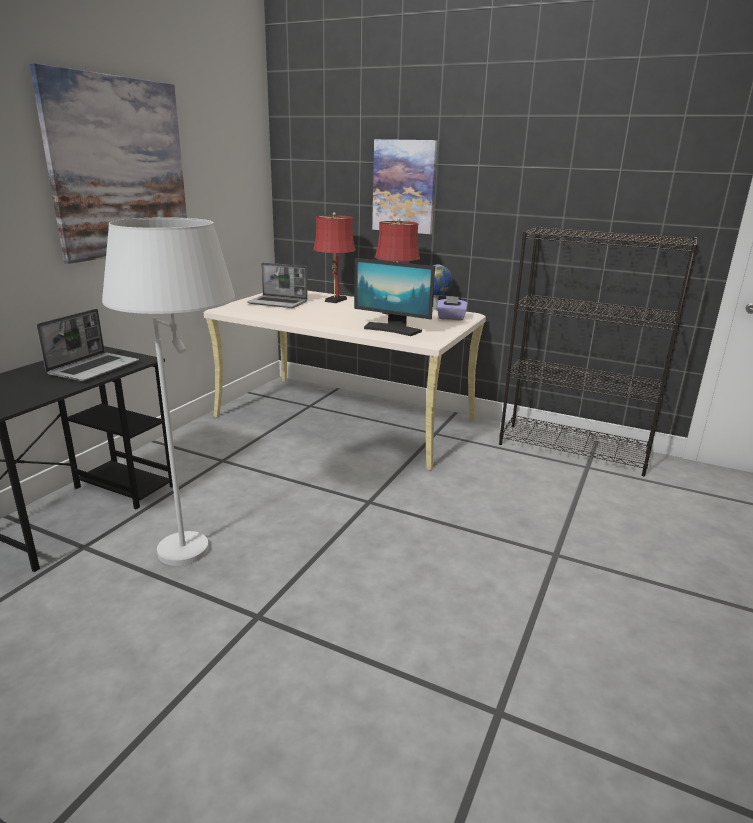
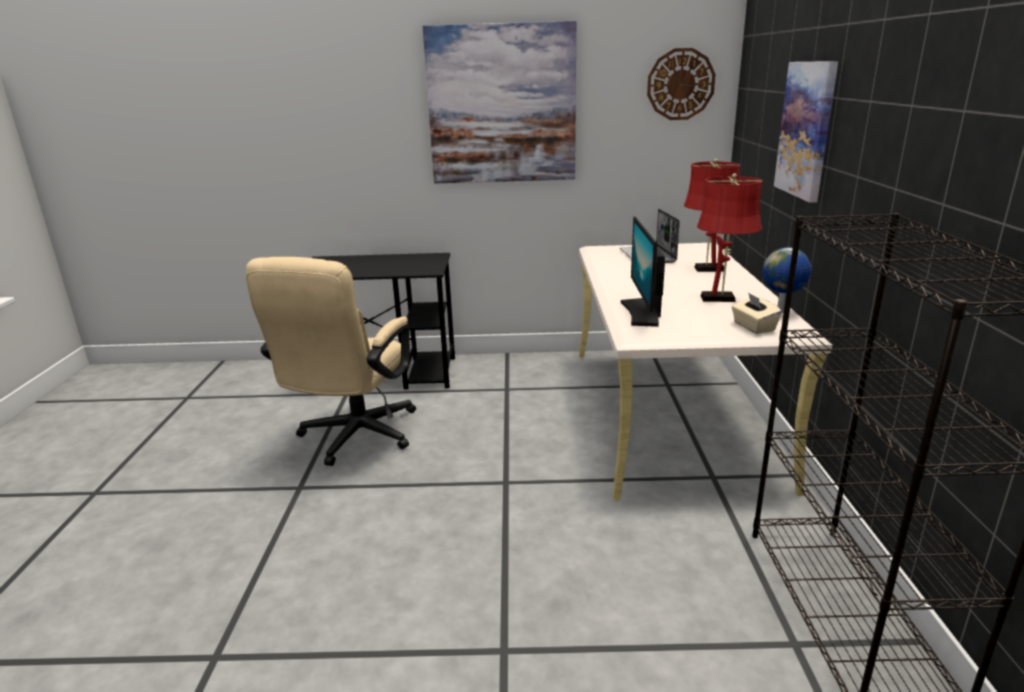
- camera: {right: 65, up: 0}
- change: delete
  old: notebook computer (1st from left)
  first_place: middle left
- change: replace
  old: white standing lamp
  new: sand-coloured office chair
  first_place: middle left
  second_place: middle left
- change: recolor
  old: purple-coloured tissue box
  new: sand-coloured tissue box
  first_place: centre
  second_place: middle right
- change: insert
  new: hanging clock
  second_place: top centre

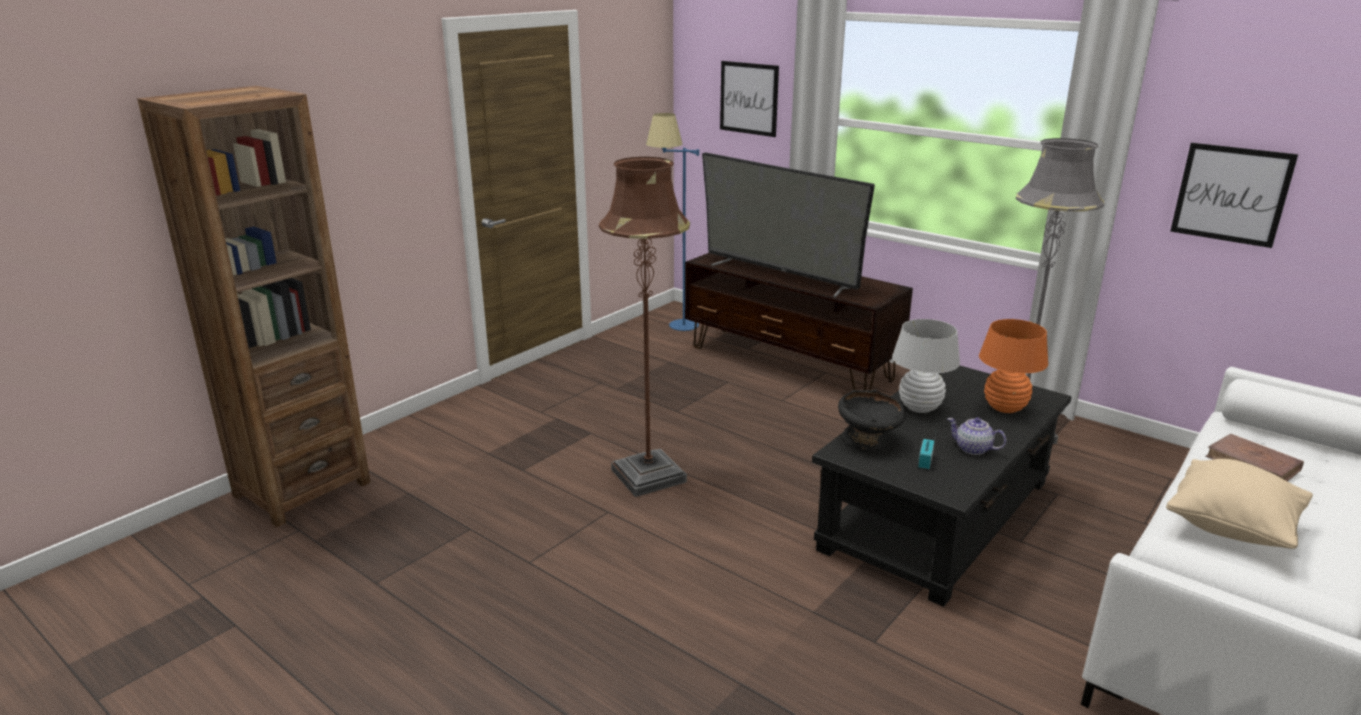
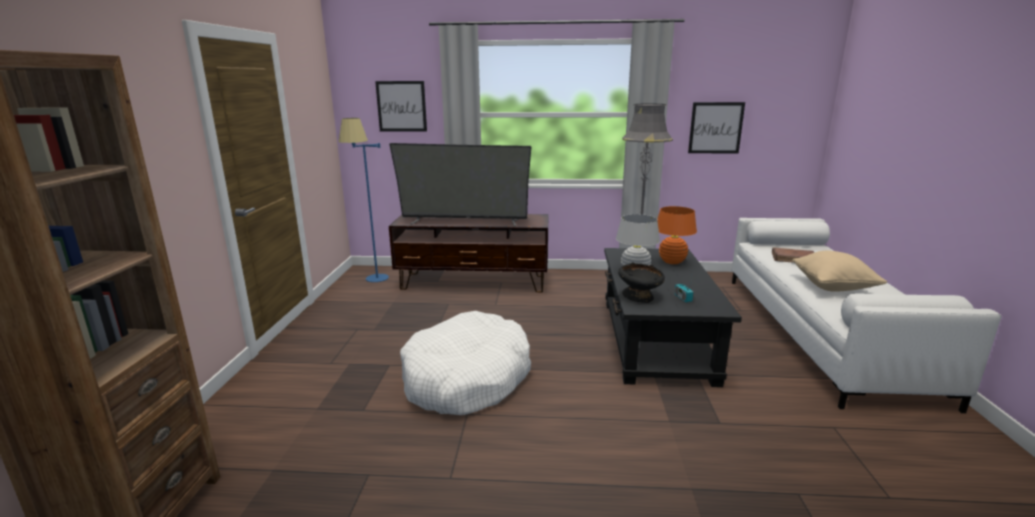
- camera: {right: -35, up: -5}
- change: replace
  old: brownish standing lamp
  new: white dog bed
  first_place: centre
  second_place: bottom centre
- change: delete
  old: teapot
  first_place: middle right

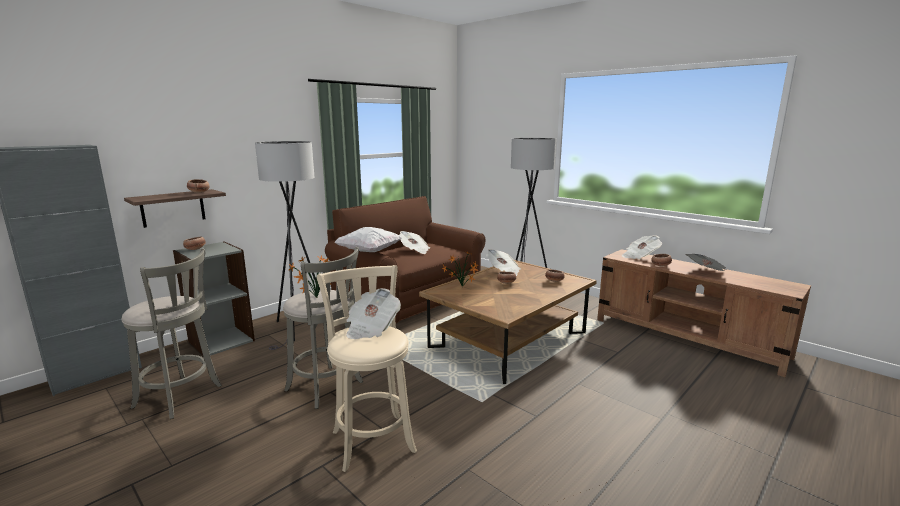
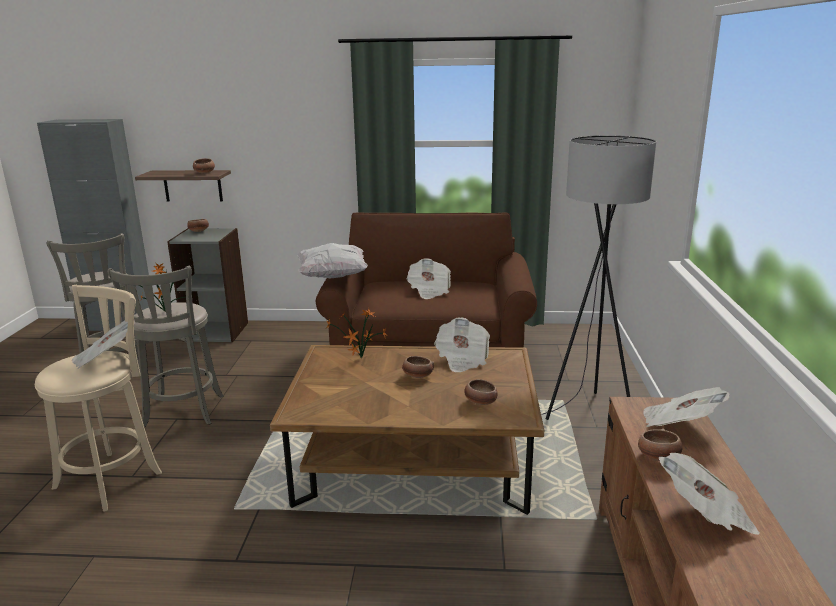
- camera: {right: 50, up: 5}
- change: delete
  old: grey standing lamp (1st from left)
  first_place: middle left

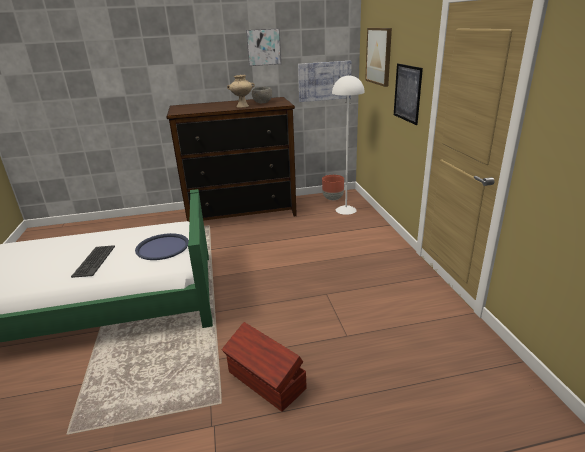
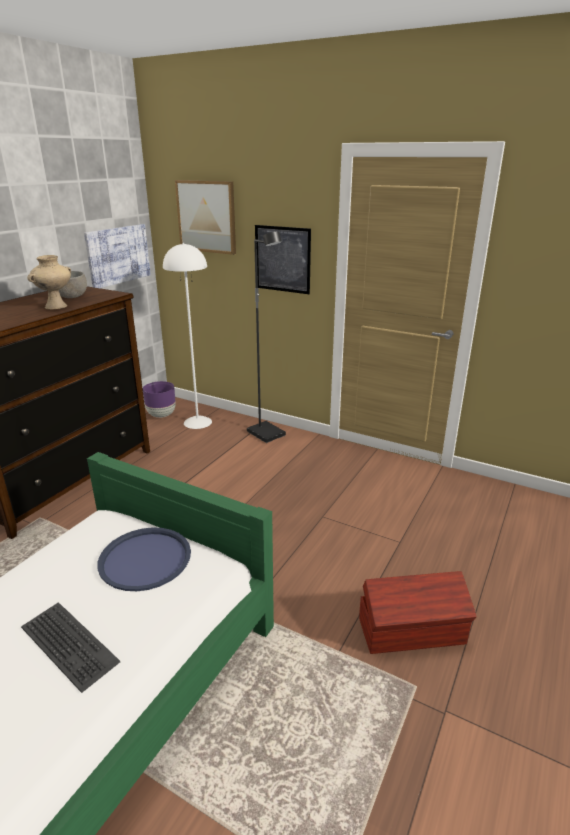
- camera: {right: -50, up: 0}
- change: delete
  old: wall art (1st from left)
  first_place: top centre
- change: recolor
  old: brownish flower pot
  new: purple-coloured flower pot
  first_place: centre
  second_place: middle left
- change: insert
  new: black standing lamp
  second_place: centre

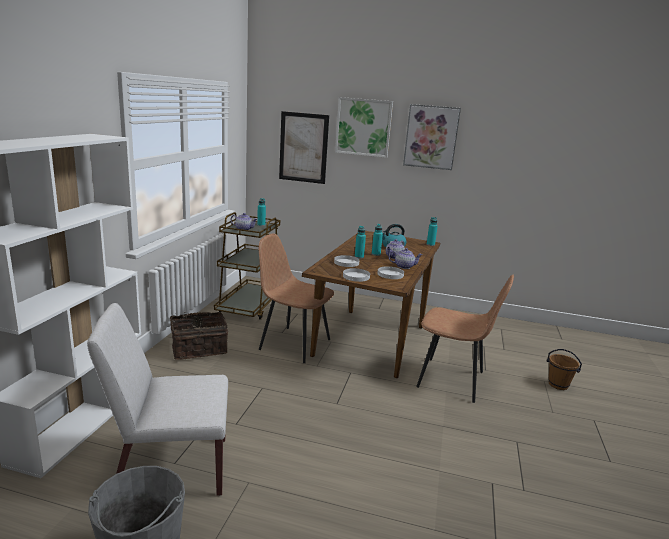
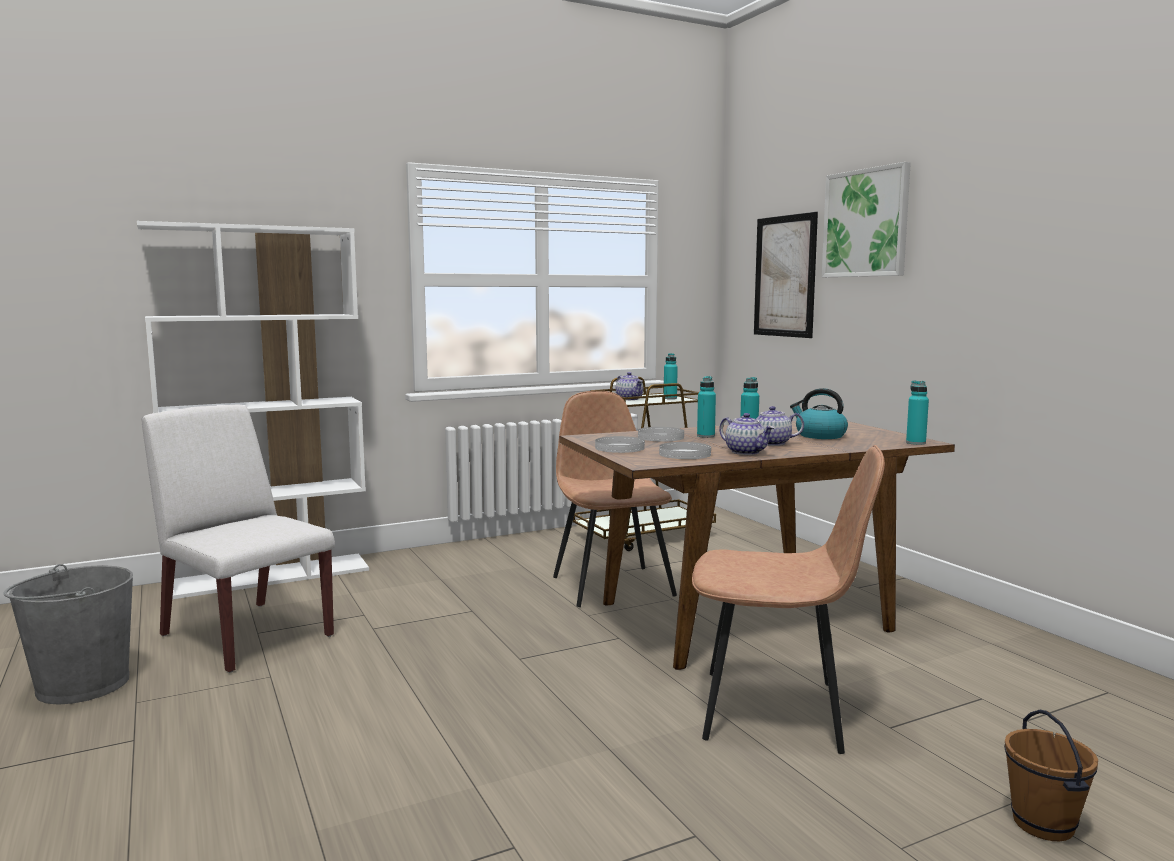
- camera: {right: 50, up: -10}
- change: delete
  old: household basket
  first_place: middle left
- change: delete
  old: wall art (3rd from left)
  first_place: top centre
- change: rotate
  old: brownish plain chair (2nd from left)
  first_place: middle right
  second_place: bottom right
  degrees: -60

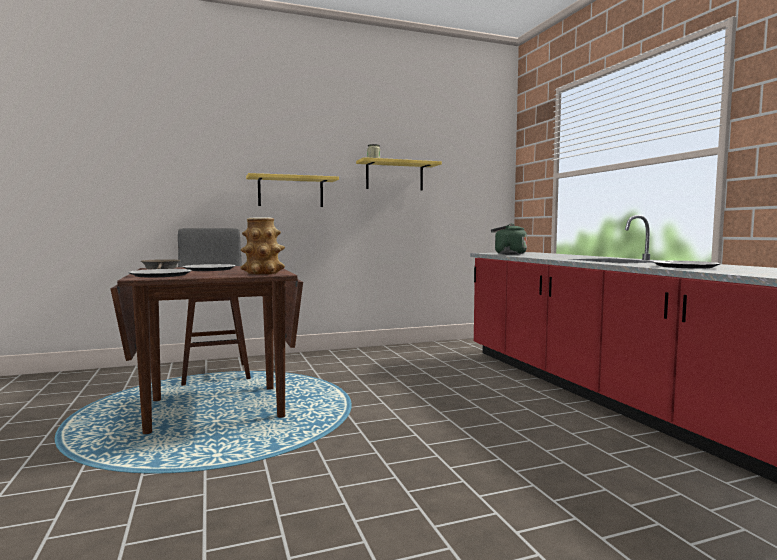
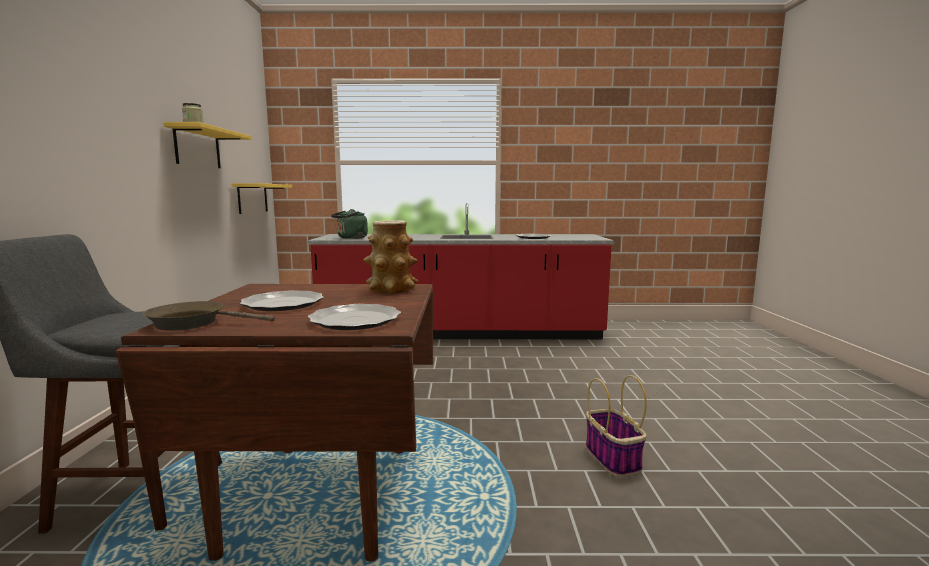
- camera: {right: -70, up: 5}
- change: move
  old: yellow-coloured shelf (1st from left in the first image)
  new: yellow-coloured shelf (2nd from left)
  first_place: centre
  second_place: middle left
- change: insert
  new: household basket
  second_place: bottom centre

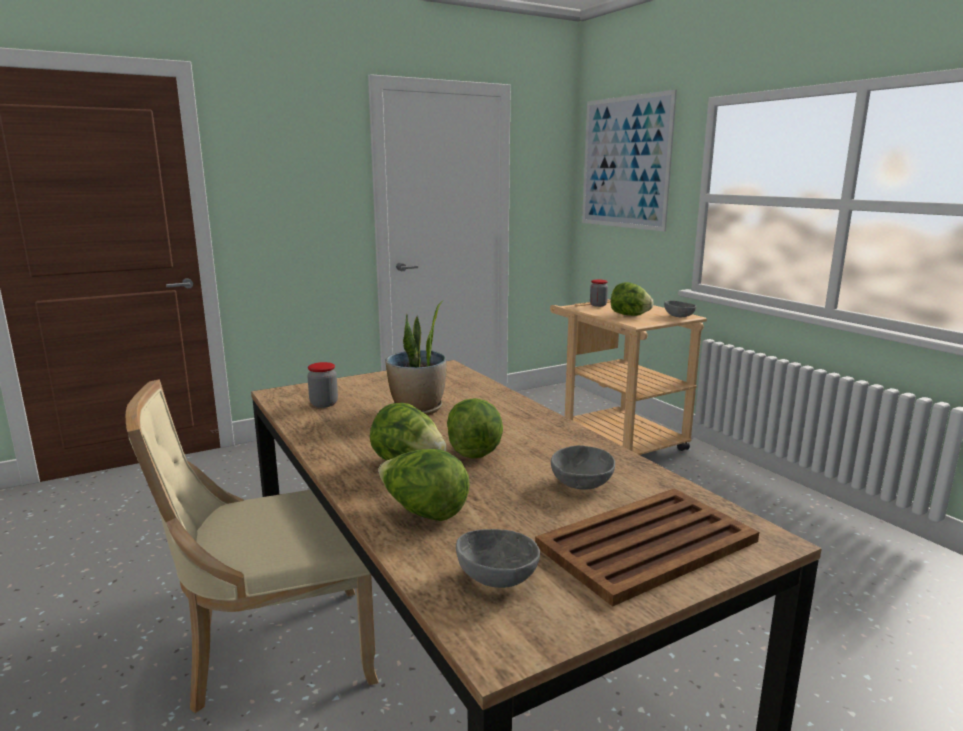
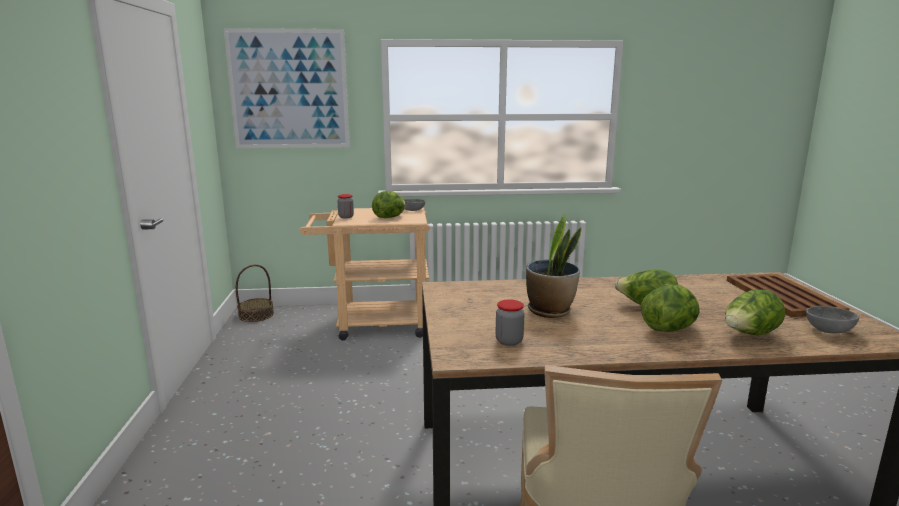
- camera: {right: -65, up: 0}
- change: delete
  old: grey bowl (2nd from left)
  first_place: centre
- change: insert
  new: household basket
  second_place: middle left

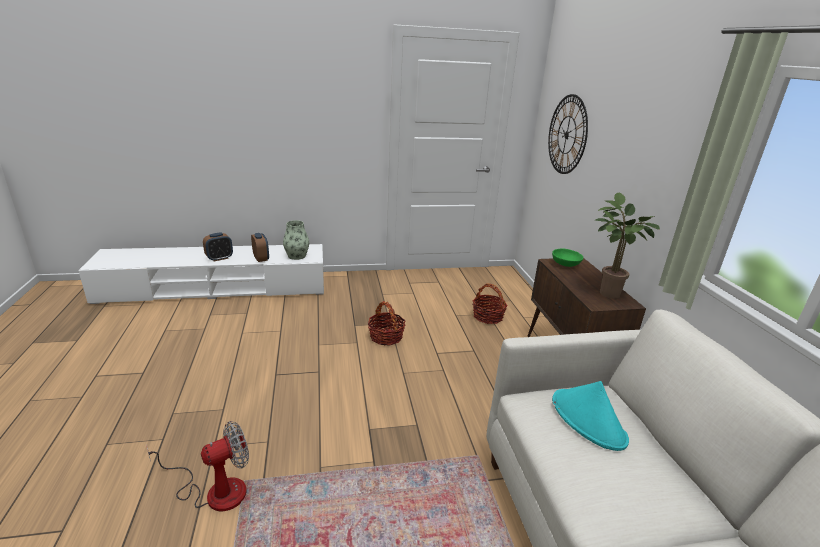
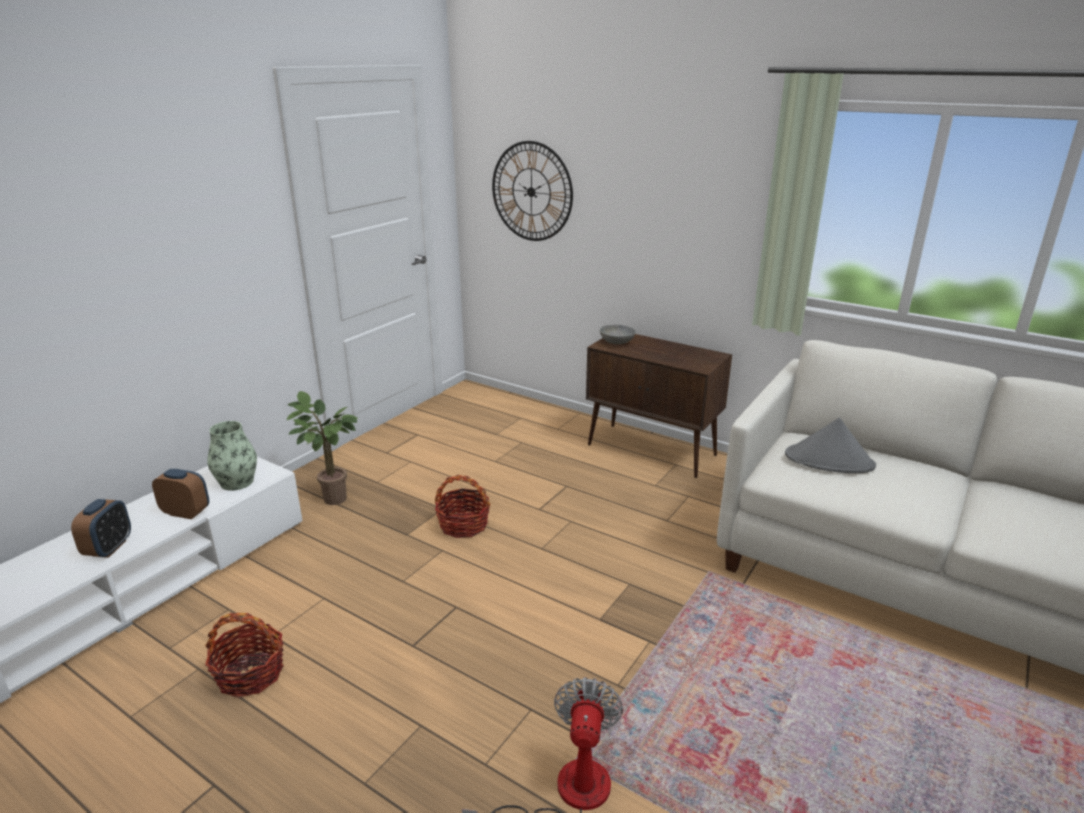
- camera: {right: -45, up: 0}
- change: move
  old: household basket (2nd from left in the first image)
  new: household basket (1st from left)
  first_place: centre
  second_place: bottom left
- change: recolor
  old: green bowl
  new: grey bowl
  first_place: middle right
  second_place: centre
- change: recolor
  old: turquoise-coloured clothing hat
  new: grey clothing hat
  first_place: bottom right
  second_place: middle right
- change: move
  old: houseplant
  first_place: middle right
  second_place: middle left

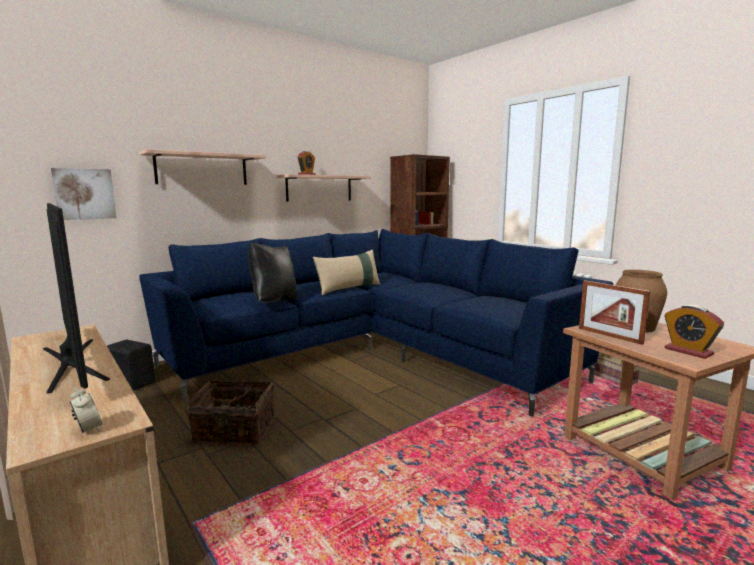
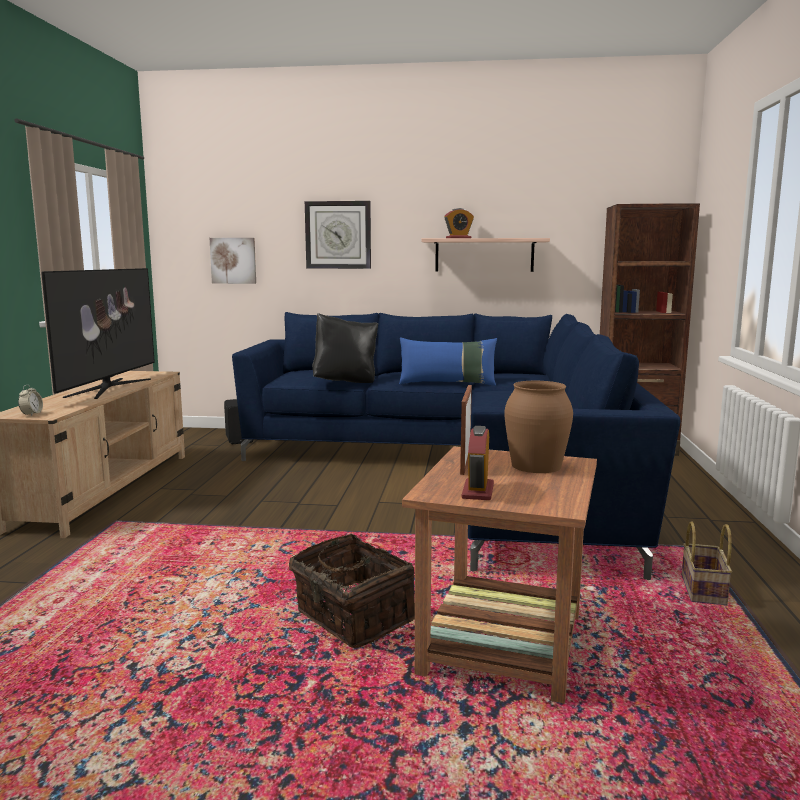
- camera: {right: 45, up: 0}
- change: replace
  old: shelf (1st from left)
  new: hanging clock
  first_place: top left
  second_place: top centre
- change: move
  old: household basket (1st from left)
  first_place: bottom left
  second_place: bottom centre
- change: recolor
  old: sand-coloured pillow
  new: blue pillow
  first_place: centre
  second_place: centre

